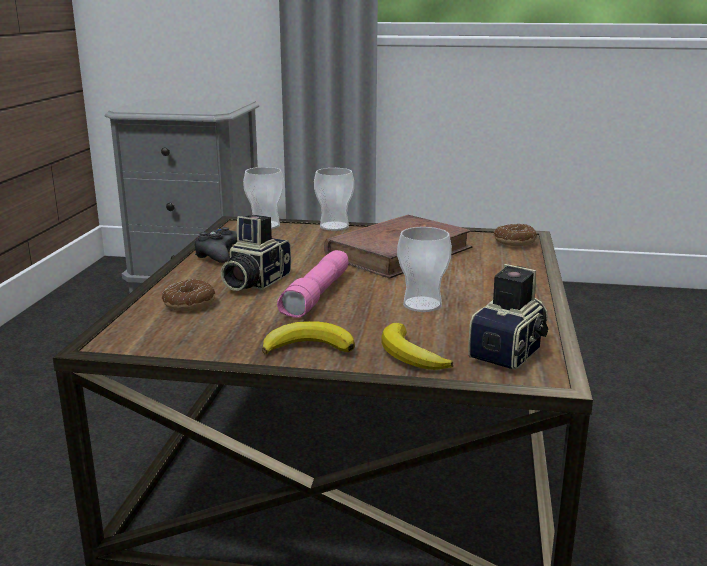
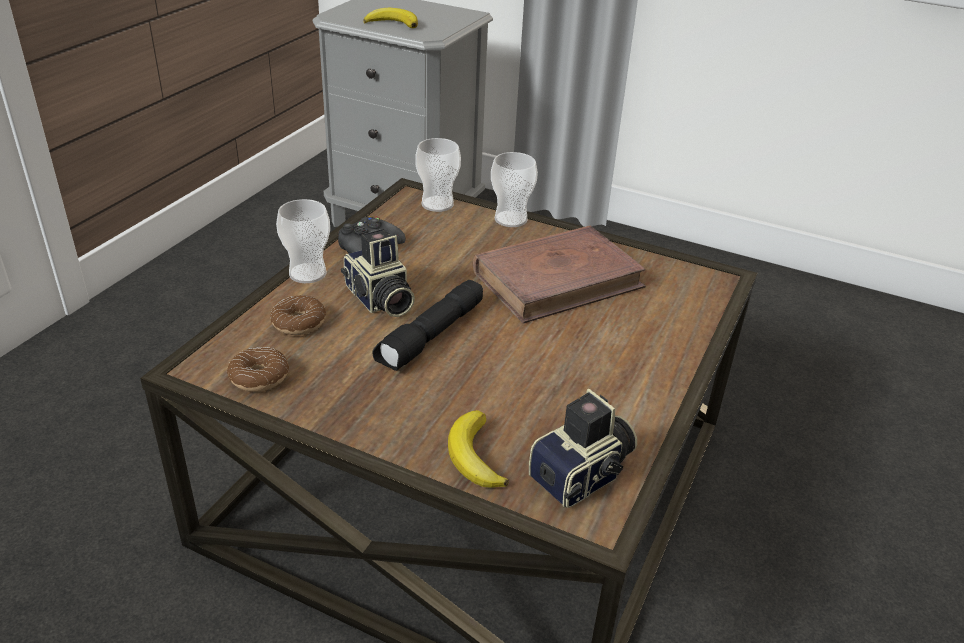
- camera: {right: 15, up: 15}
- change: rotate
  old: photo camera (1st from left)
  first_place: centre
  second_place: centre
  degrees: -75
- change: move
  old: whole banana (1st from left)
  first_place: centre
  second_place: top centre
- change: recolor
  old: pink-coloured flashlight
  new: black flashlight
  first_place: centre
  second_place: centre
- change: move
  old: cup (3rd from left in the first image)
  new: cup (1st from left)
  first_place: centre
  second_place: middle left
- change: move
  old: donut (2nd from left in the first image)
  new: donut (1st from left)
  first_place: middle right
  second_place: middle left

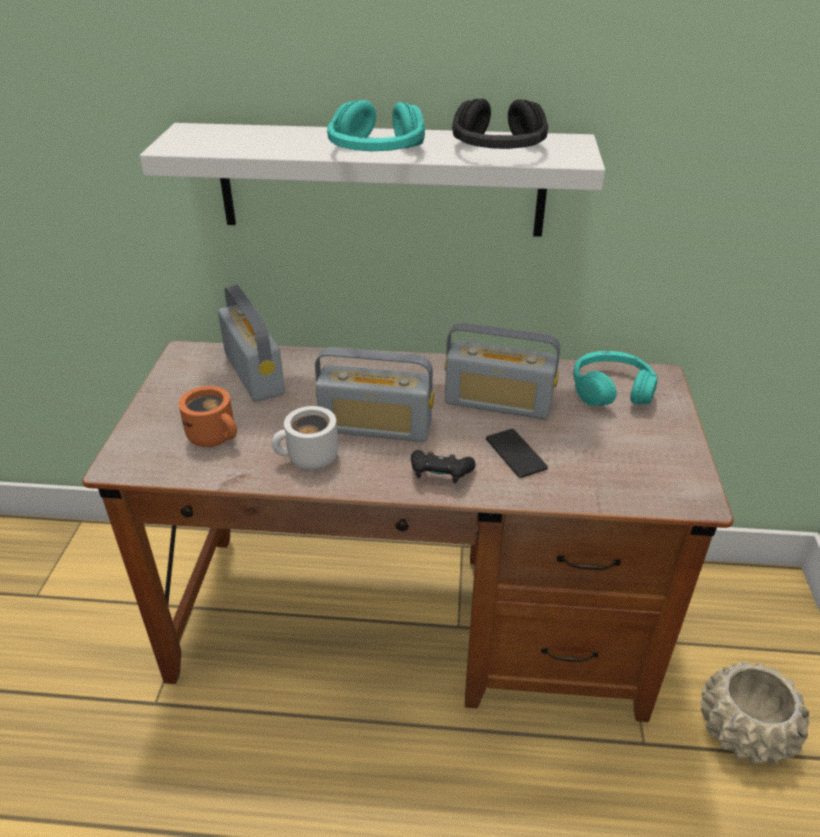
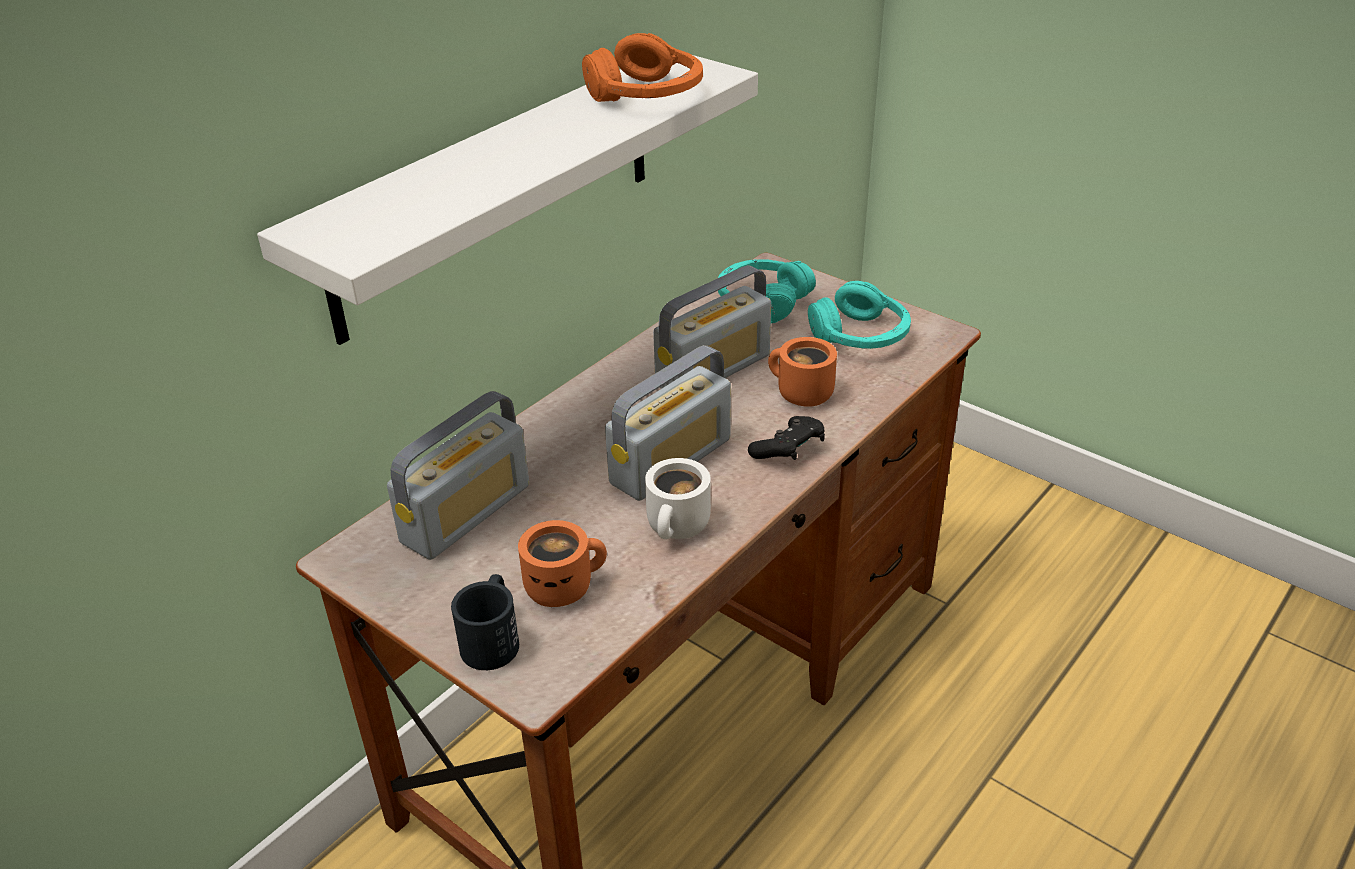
- camera: {right: -55, up: 0}
- change: rotate
  old: radio (1st from left)
  first_place: middle left
  second_place: centre
  degrees: 120
- change: move
  old: turquoise-coloured headset (1st from left in the first image)
  new: turquoise-coloured headset (2nd from left)
  first_place: top centre
  second_place: centre
- change: recolor
  old: black headset
  new: orange headset
  first_place: top centre
  second_place: top centre
- change: replace
  old: handset
  new: orange coffee mug (2nd from left)
  first_place: centre
  second_place: centre
- change: delete
  old: sand-coloured flower pot
  first_place: bottom right
- change: insert
  new: black coffee mug
  second_place: bottom centre

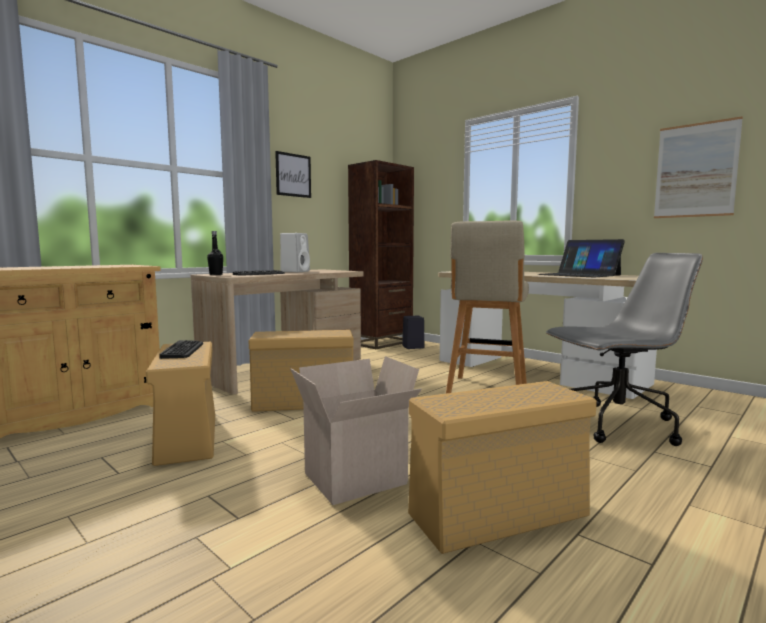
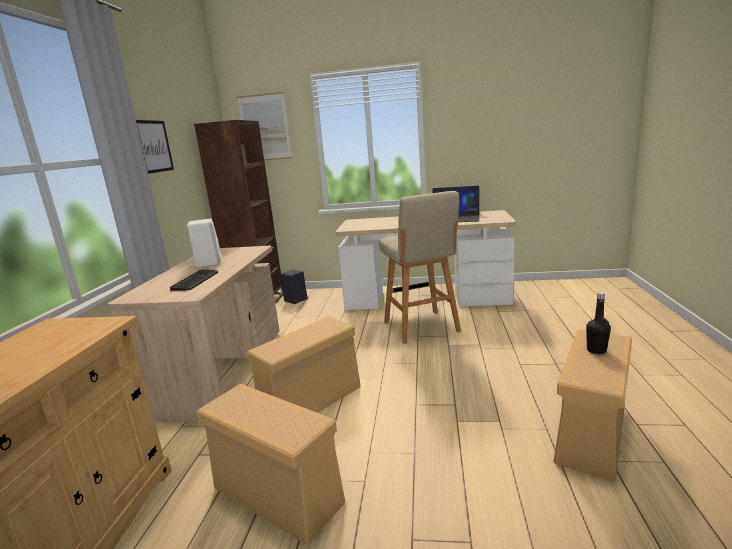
- camera: {right: -35, up: 10}
- change: delete
  old: computer keyboard (1st from left)
  first_place: middle left
- change: move
  old: black drink bottle
  first_place: middle left
  second_place: middle right
- change: delete
  old: carton
  first_place: bottom centre
- change: delete
  old: grey office chair
  first_place: middle right
- change: move
  old: wall art (2nd from left)
  first_place: top right
  second_place: top centre

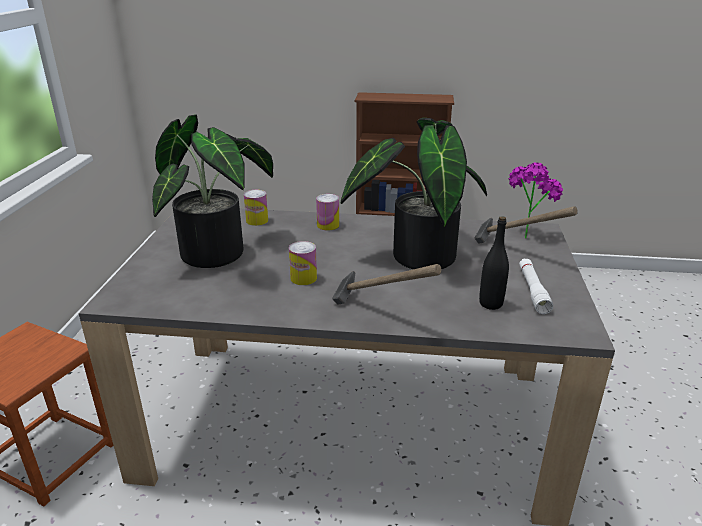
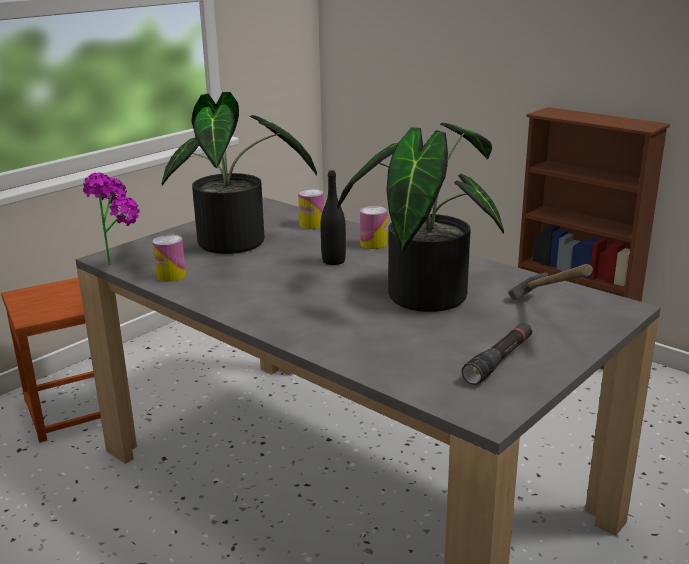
- camera: {right: 35, up: -5}
- change: move
  old: sealed can (2nd from left in the first image)
  new: sealed can (1st from left)
  first_place: centre
  second_place: middle left
- change: delete
  old: hammer (1st from left)
  first_place: centre
- change: move
  old: black drink bottle
  first_place: middle right
  second_place: centre
- change: move
  old: houseplant (3rd from left in the first image)
  new: houseplant (1st from left)
  first_place: middle right
  second_place: middle left
- change: recolor
  old: white flashlight
  new: black flashlight
  first_place: middle right
  second_place: middle right

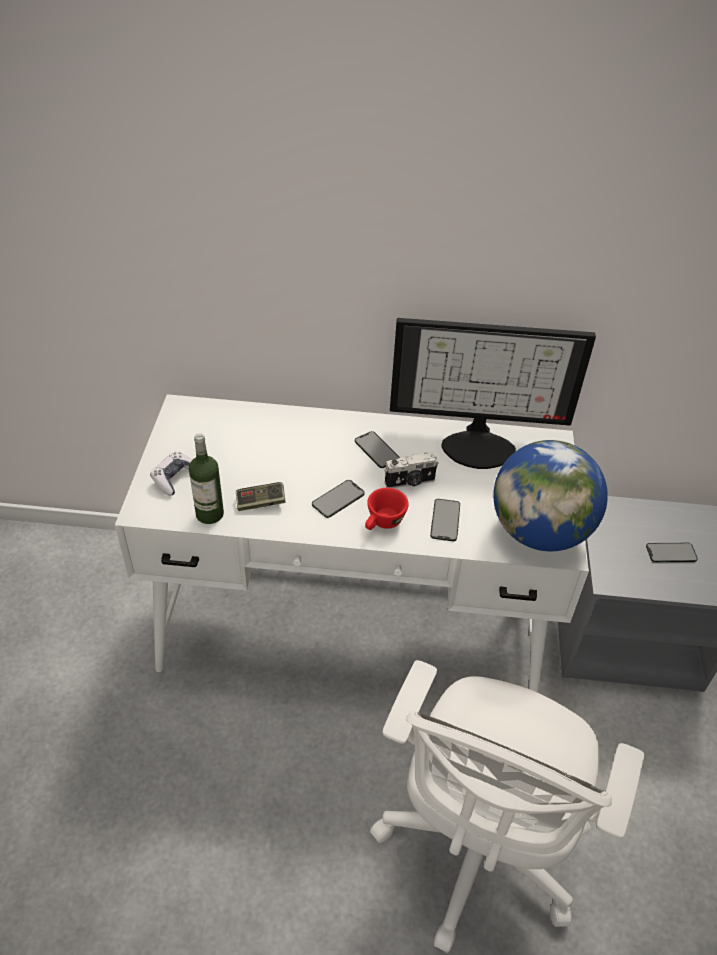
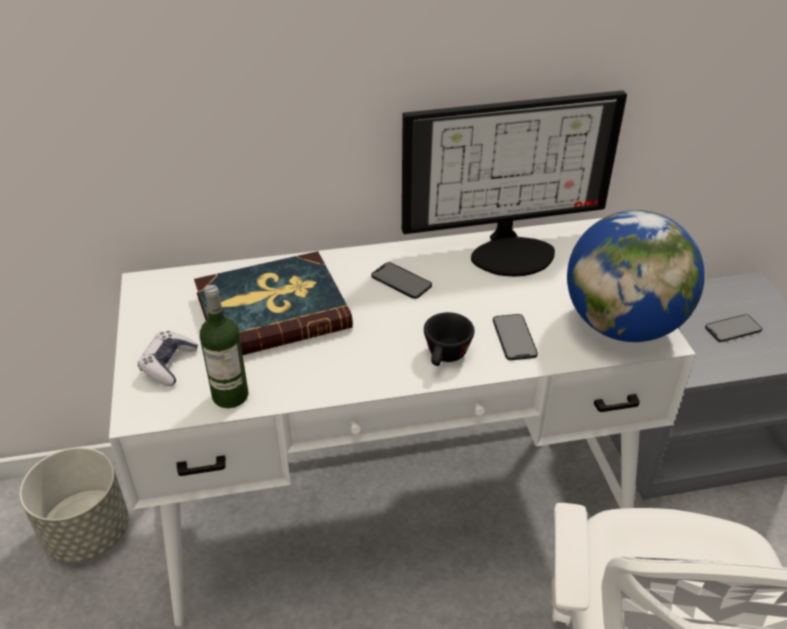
- camera: {right: -15, up: -5}
- change: delete
  old: gamepad (2nd from left)
  first_place: centre
- change: delete
  old: handset (1st from left)
  first_place: centre
- change: recolor
  old: reddish cup
  new: black cup
  first_place: centre
  second_place: centre
- change: delete
  old: photo camera
  first_place: centre
- change: insert
  new: grey flower pot
  second_place: bottom left
- change: insert
  new: book
  second_place: centre

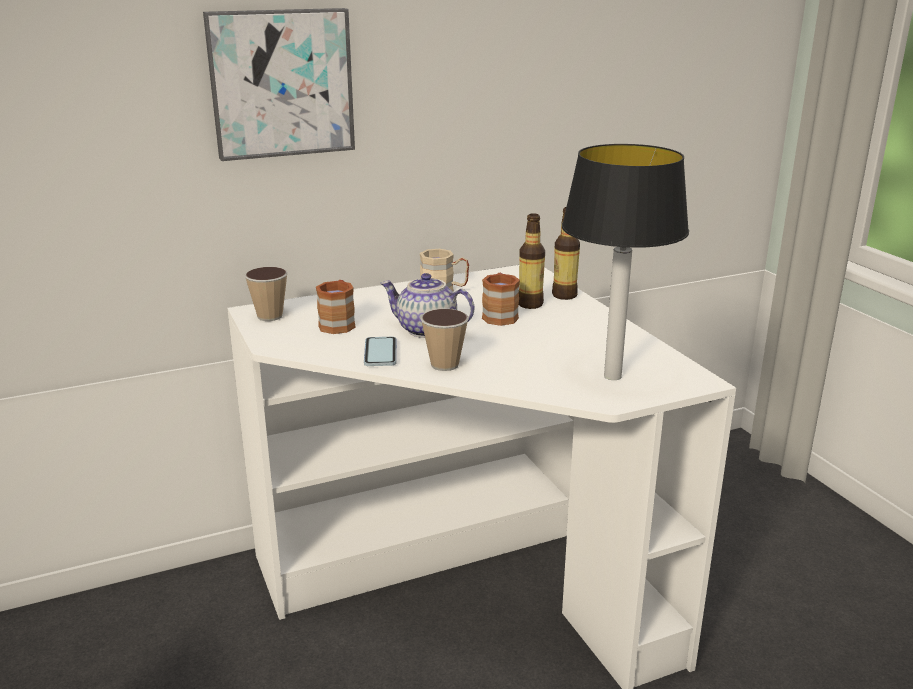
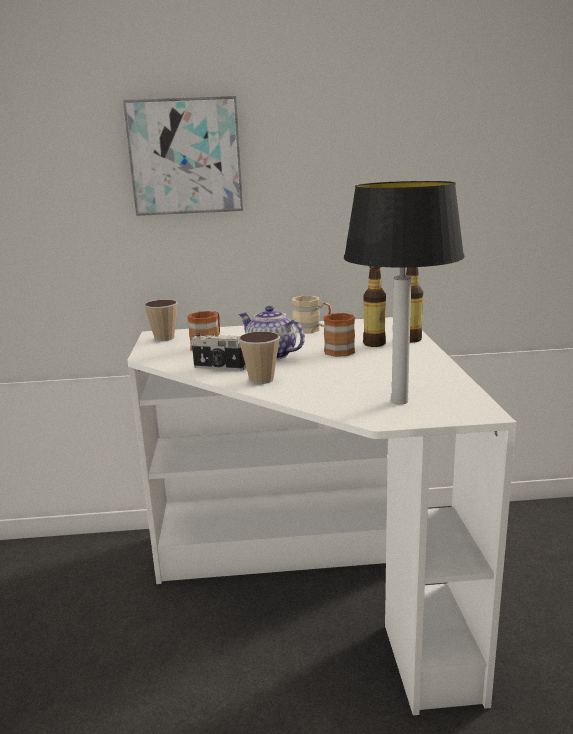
- camera: {right: 20, up: -5}
- change: replace
  old: handset
  new: photo camera
  first_place: centre
  second_place: centre

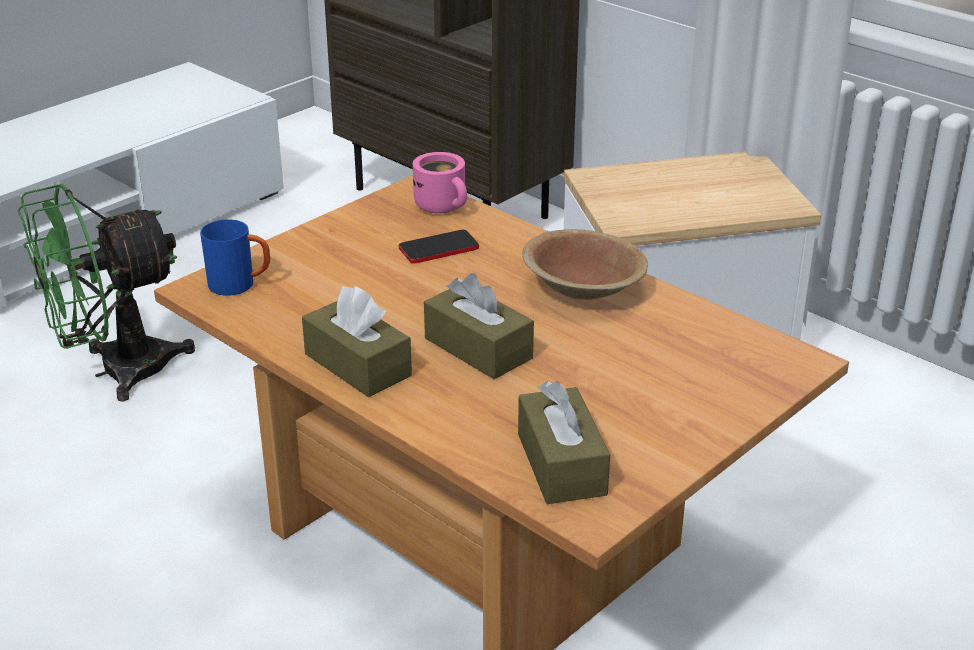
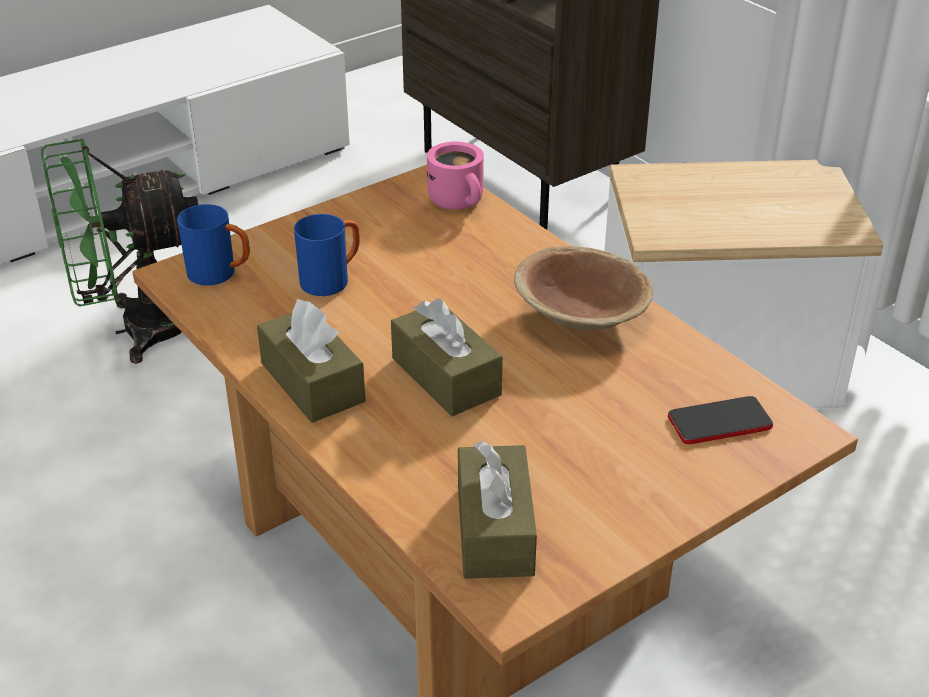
- camera: {right: 10, up: 5}
- change: move
  old: handset
  first_place: centre
  second_place: middle right
- change: insert
  new: blue coffee mug (2nd from left)
  second_place: centre

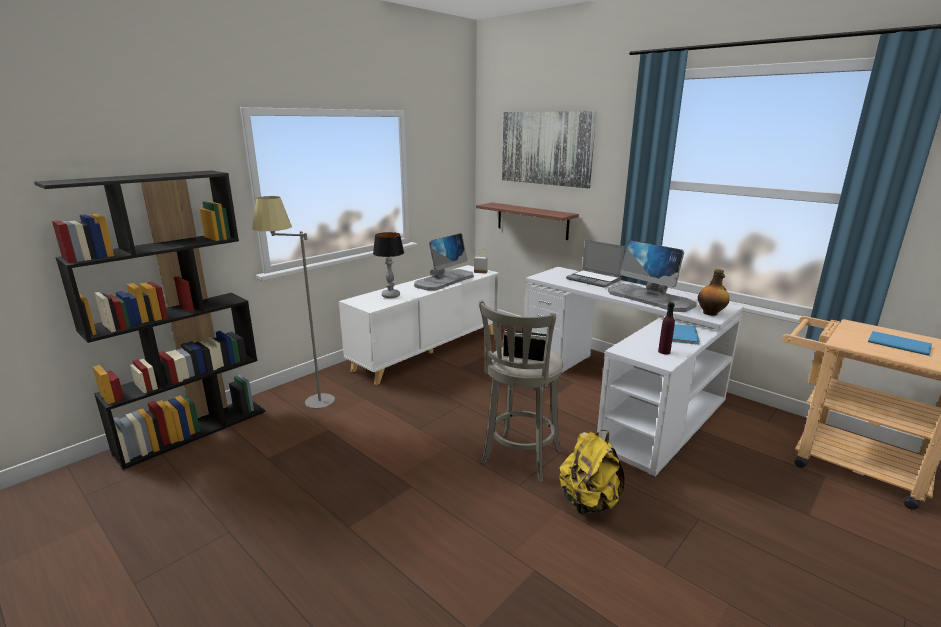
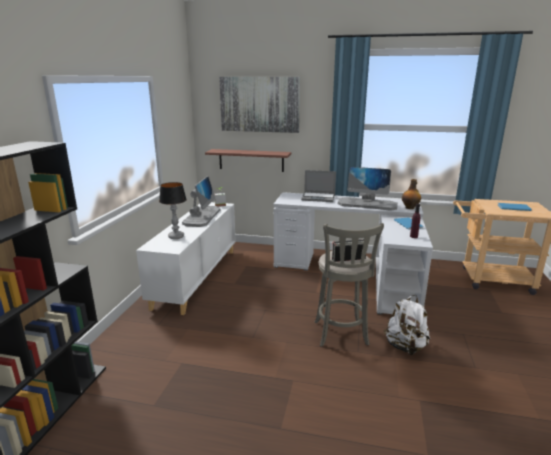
- camera: {right: -30, up: 0}
- change: delete
  old: grey standing lamp
  first_place: middle left
- change: recolor
  old: yellow-coloured backpack
  new: white backpack
  first_place: bottom centre
  second_place: bottom right

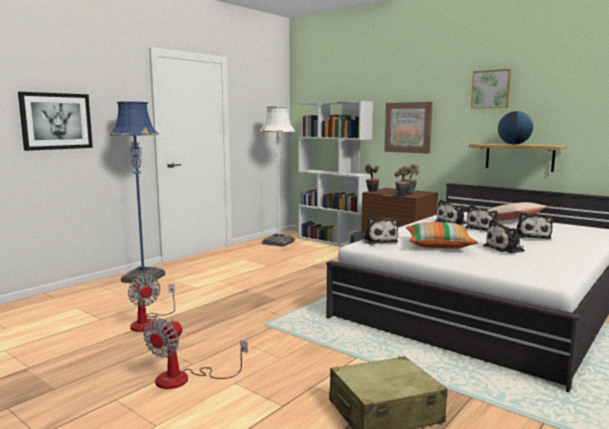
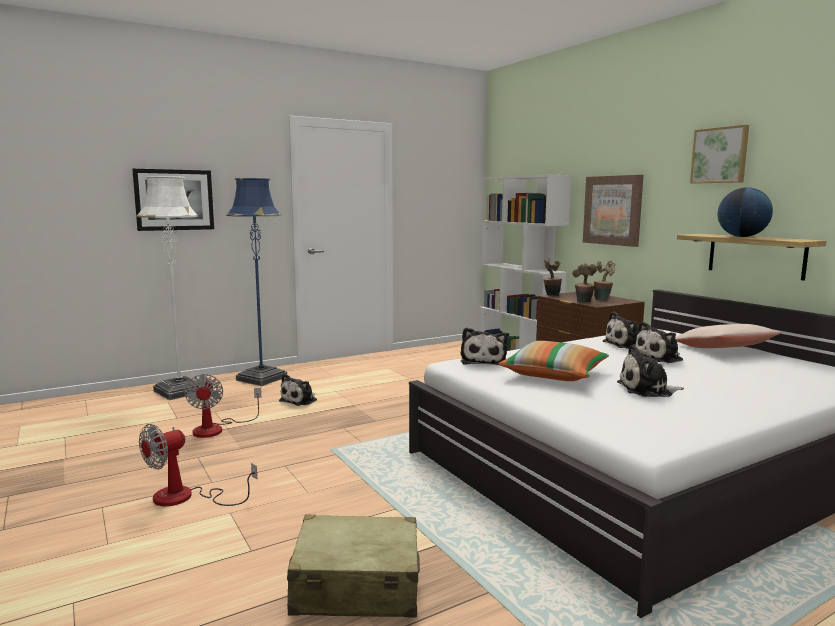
- camera: {right: 20, up: 0}
- change: move
  old: white standing lamp
  first_place: centre
  second_place: middle left
- change: move
  old: plush toy (5th from left in the first image)
  new: plush toy (1st from left)
  first_place: middle right
  second_place: centre

